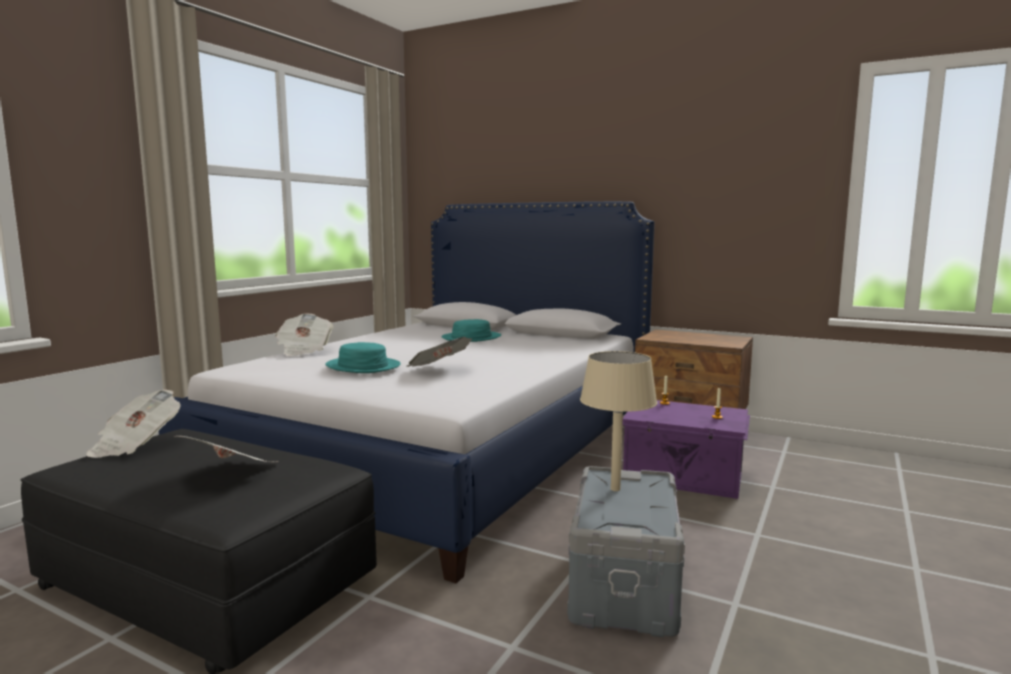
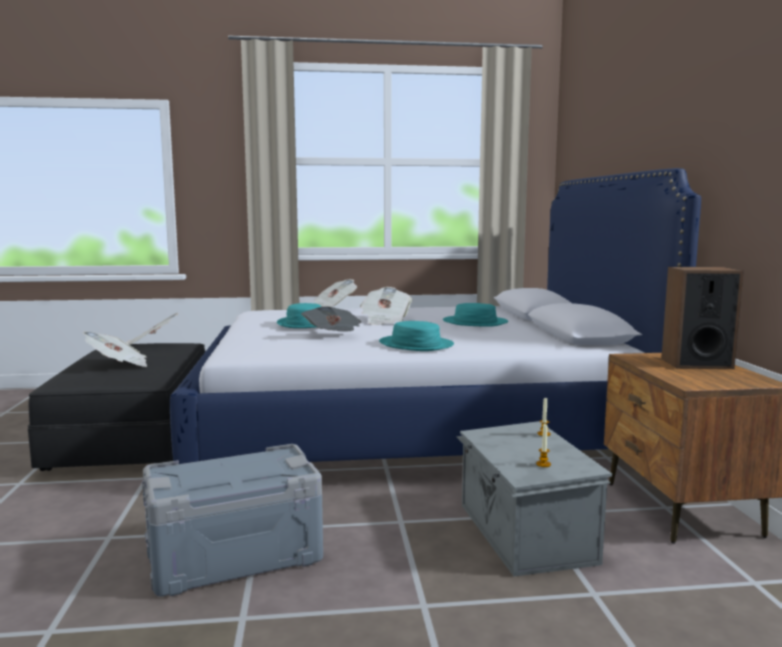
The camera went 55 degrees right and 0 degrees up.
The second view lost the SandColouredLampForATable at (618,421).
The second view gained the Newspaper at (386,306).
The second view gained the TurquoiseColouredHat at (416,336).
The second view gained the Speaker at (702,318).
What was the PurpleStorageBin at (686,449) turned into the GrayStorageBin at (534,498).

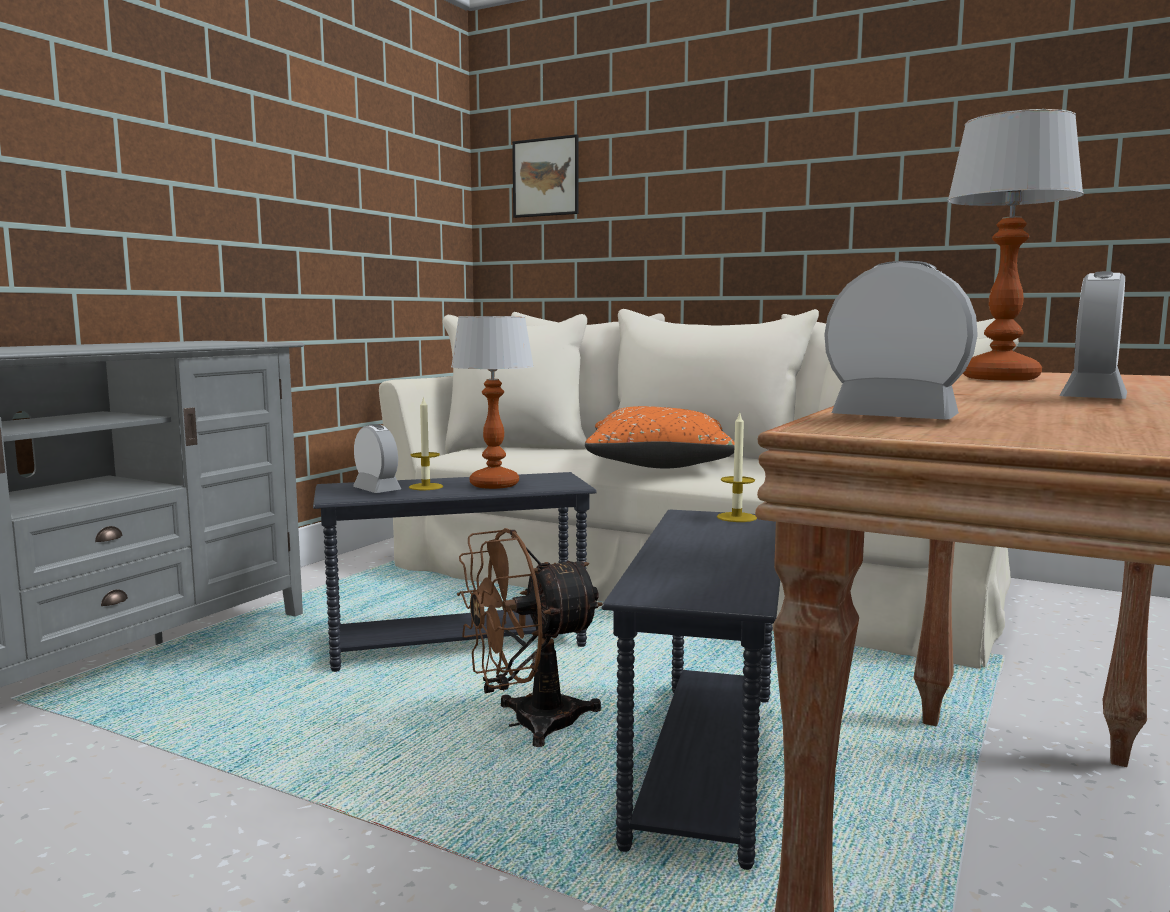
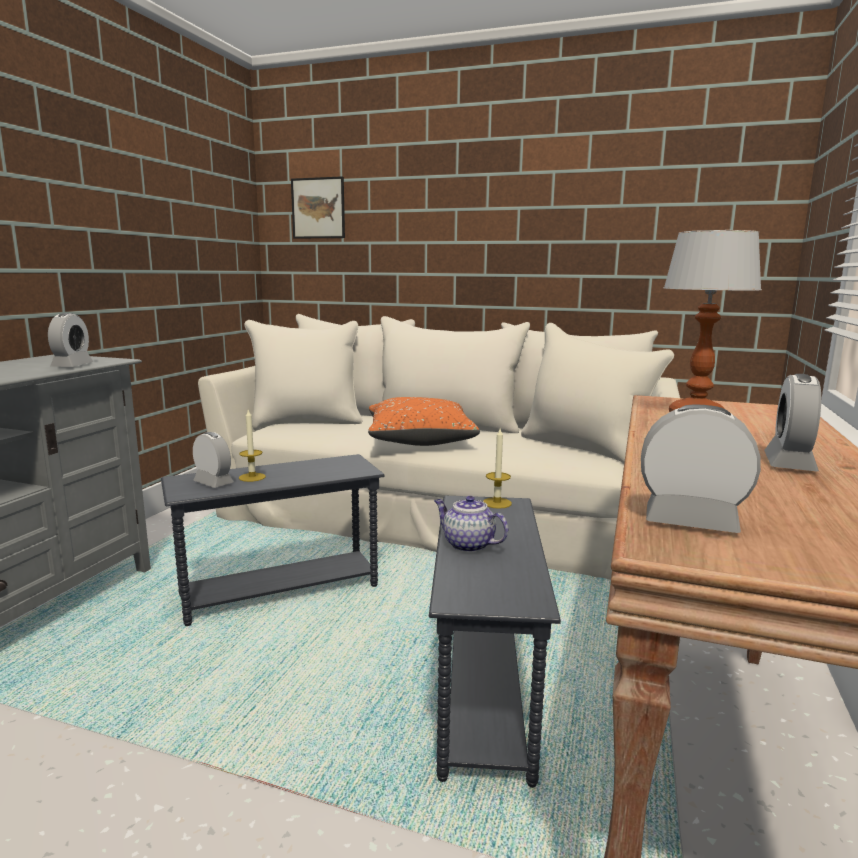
The camera went 10 degrees left and 5 degrees up.
The second view lost the LampForATable at (492,402).
The second view lost the BrownishCoolingFan at (530,637).
The second view gained the AlarmClock at (70,340).
The second view gained the Teapot at (471,524).

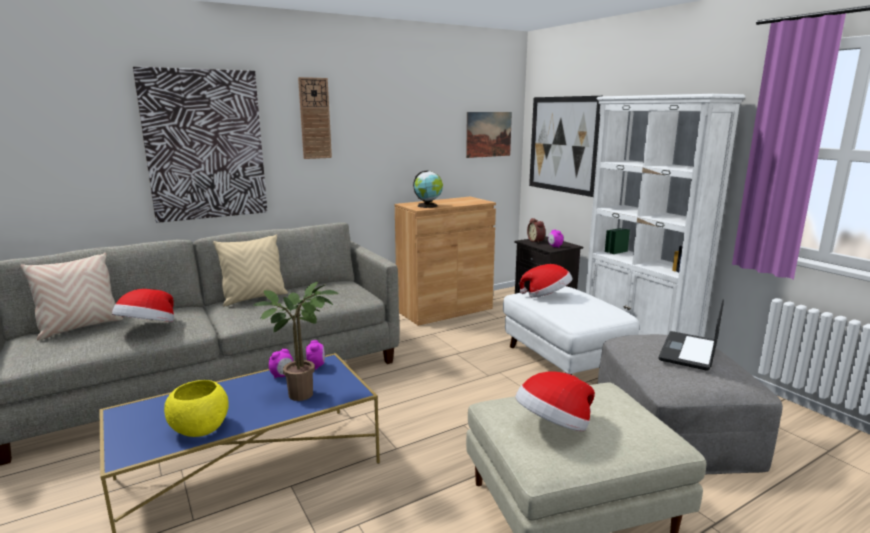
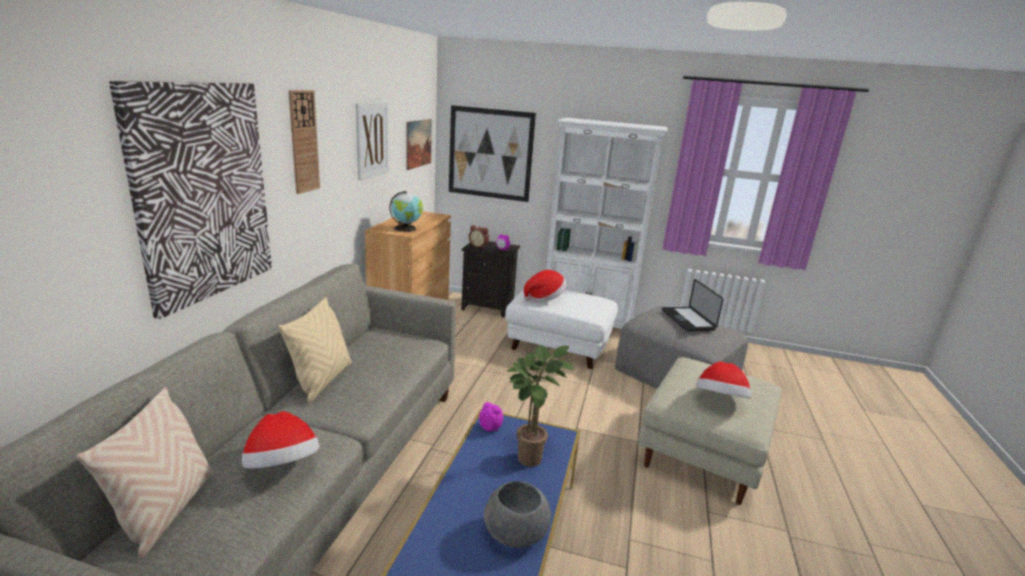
The camera went 45 degrees left and 5 degrees up.
The second view lost the AlarmClock at (281,363).
The second view gained the WallPicture at (372,141).
What was the YellowServingBowl at (196,408) turned into the GrayServingBowl at (517,514).

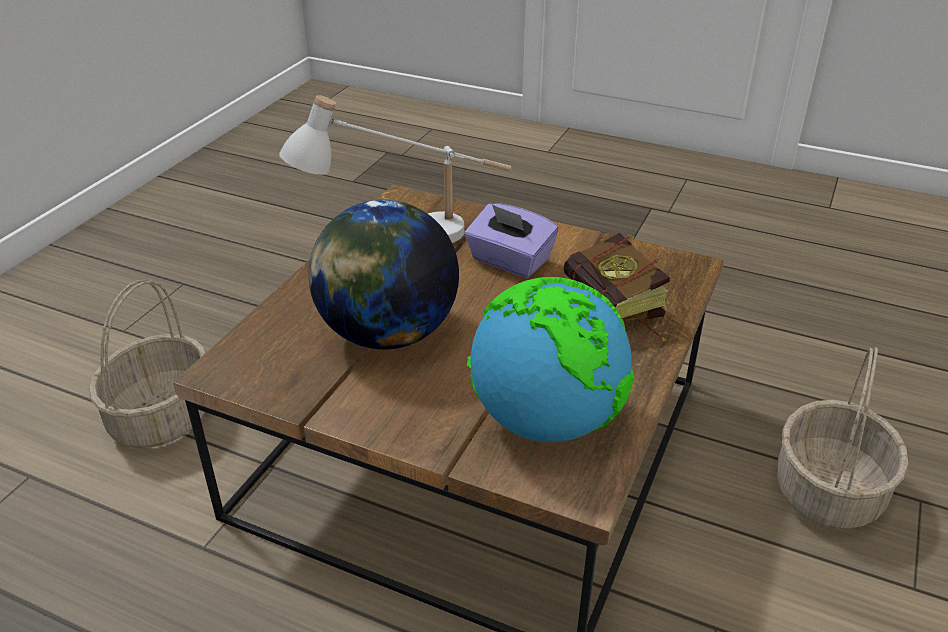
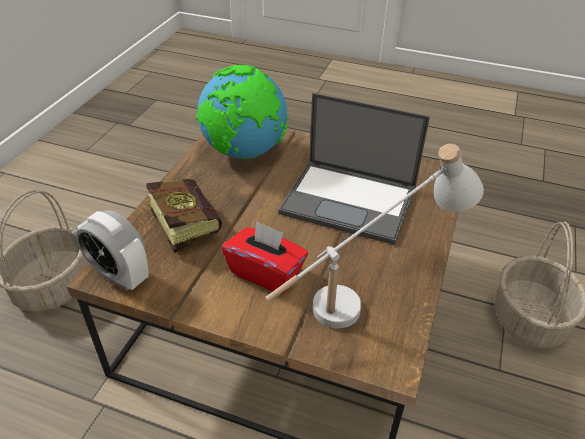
The camera went 175 degrees right and 5 degrees up.
The second view gained the AlarmClock at (112,250).
Where the Globe stood at (383,275), the PortableComputer came to stand at (354,169).
What was the PurpleBoxOfTissues at (511,241) turned into the RedColouredBoxOfTissues at (265,257).

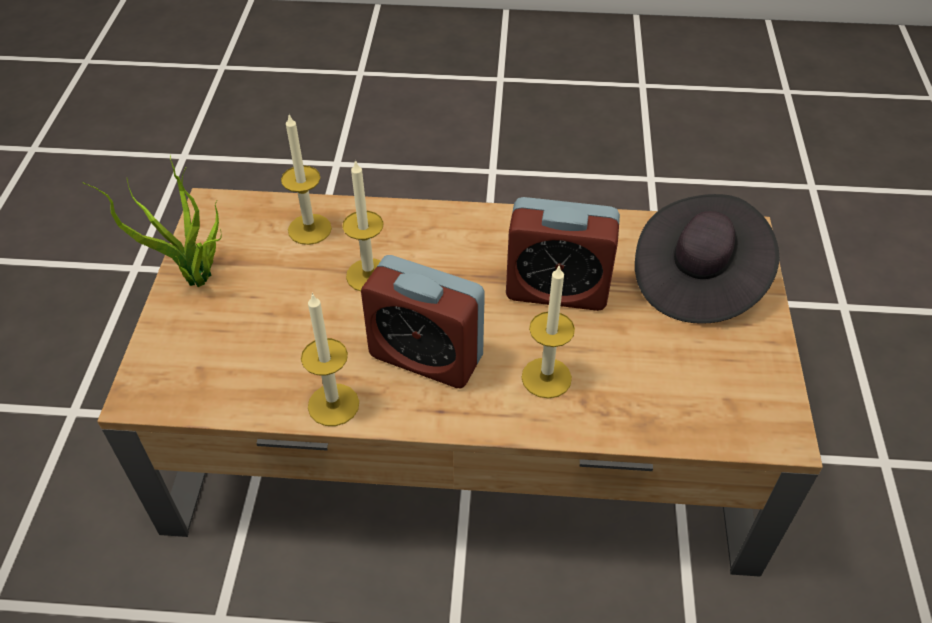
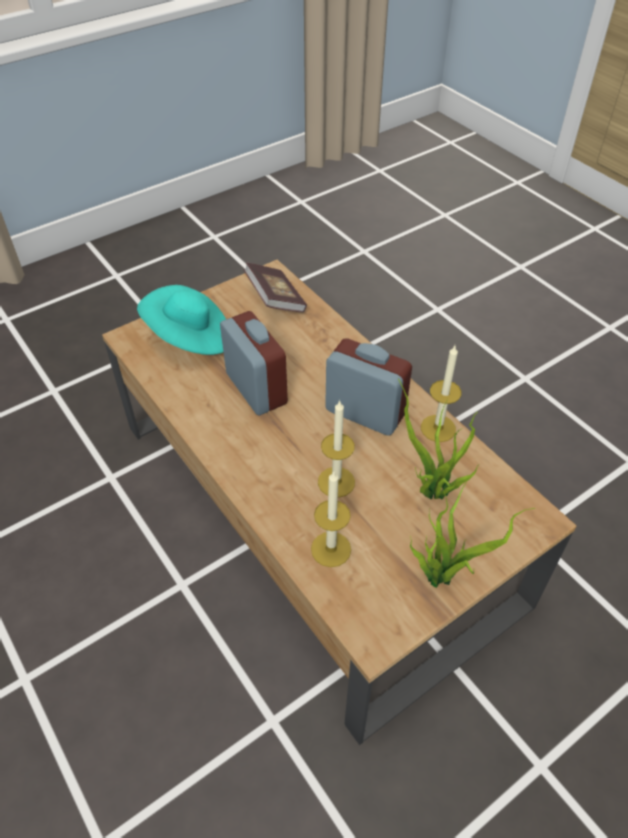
The camera went 130 degrees left and 0 degrees up.
The second view lost the WaxCandle at (548,332).
The second view gained the BoundBook at (275,288).
The second view gained the PlantInAPot at (439,439).
What was the BlackishHat at (707,259) turned into the TurquoiseColouredHat at (181,320).
The AlarmClock at (423,322) ended up facing another way, 45 degrees counterclockwise from before.

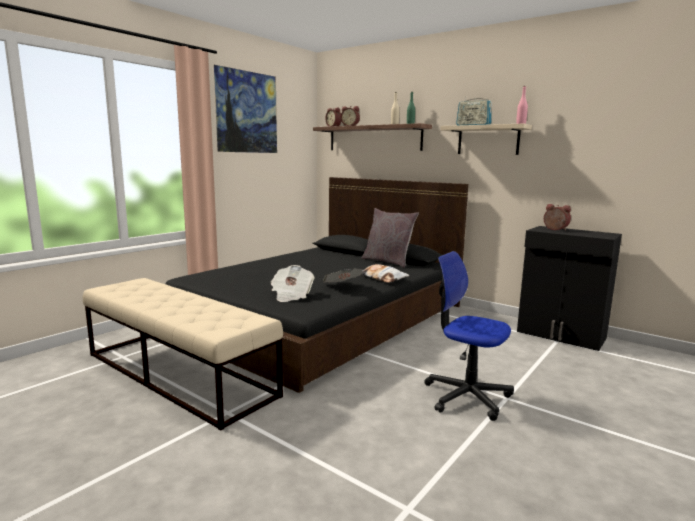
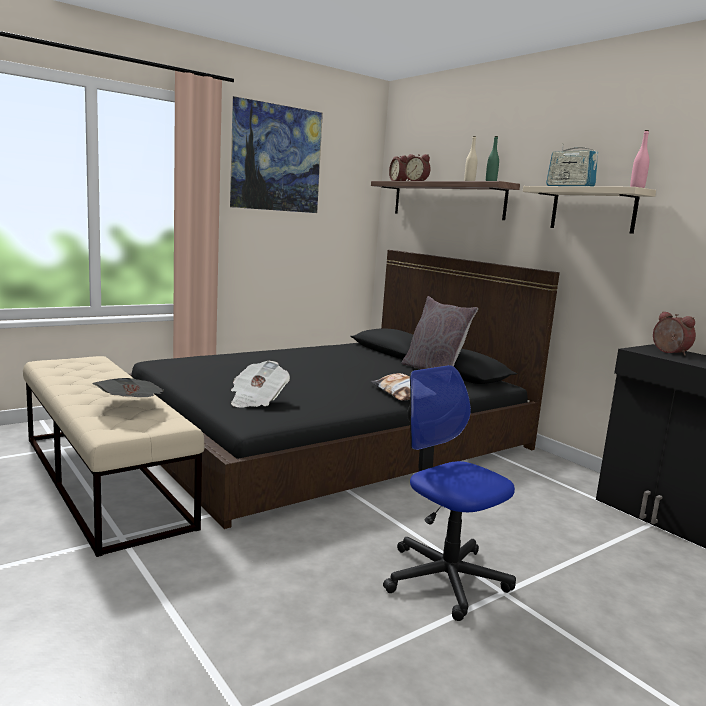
The camera went 15 degrees right and 0 degrees up.
The Newspaper ended up elsewhere, having gone from (343,275) to (128,387).

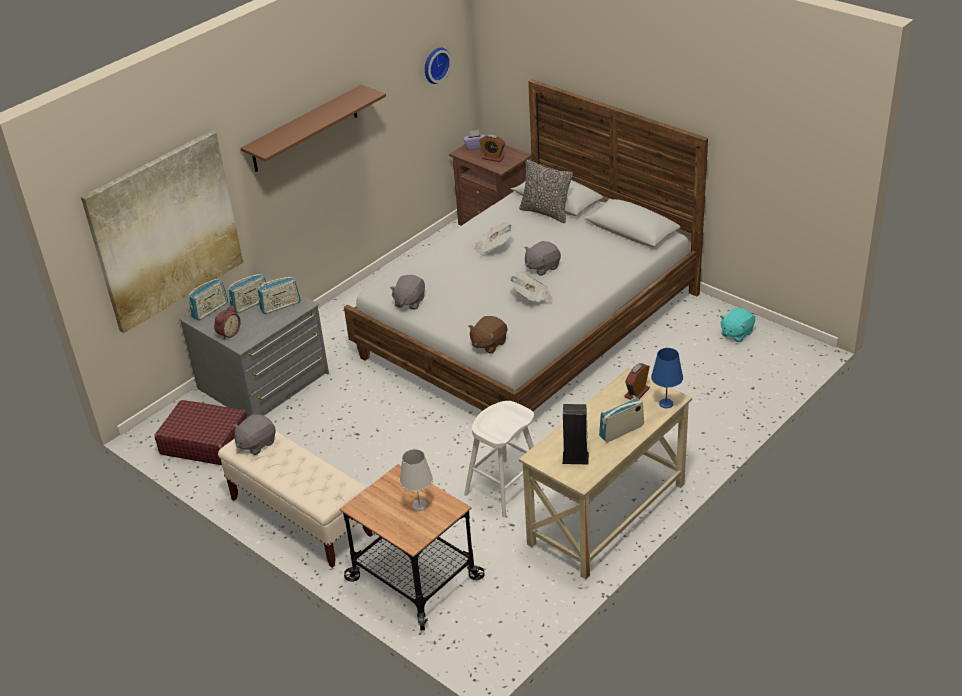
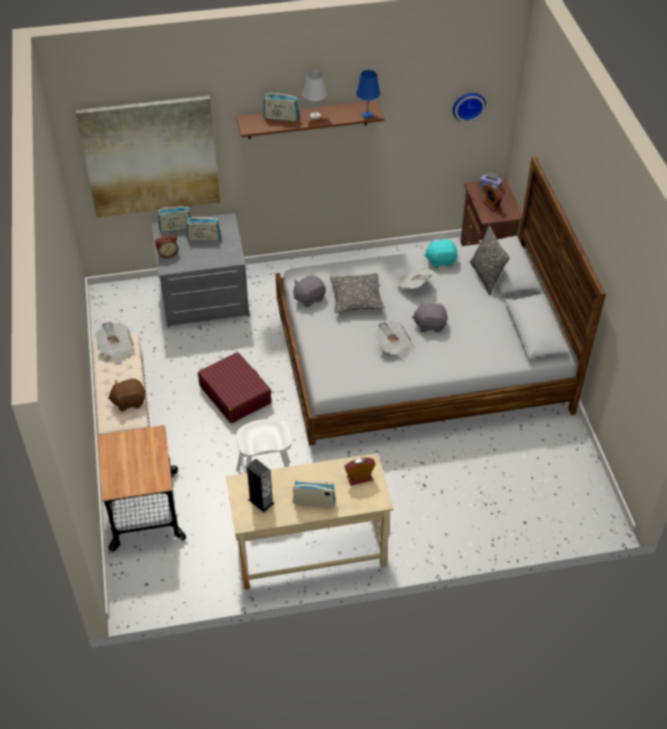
The camera went 35 degrees right and 10 degrees up.
The second view gained the Pillow at (357,293).
The RedColouredTravelCase ended up elsewhere, having gone from (200,432) to (234,387).
The Radio ended up elsewhere, having gone from (279,295) to (281,107).
The WhiteColouredLampForATable ended up elsewhere, having gone from (416,480) to (315,95).
The BrownishPlushToy ended up elsewhere, having gone from (487,335) to (127,395).
The BluishLampForATable ended up elsewhere, having gone from (667,378) to (368,94).
The TurquoiseColouredPlushToy ended up elsewhere, having gone from (737,325) to (441,253).
Where the GrayPlushToy stood at (254,434), the Newspaper came to stand at (115,342).

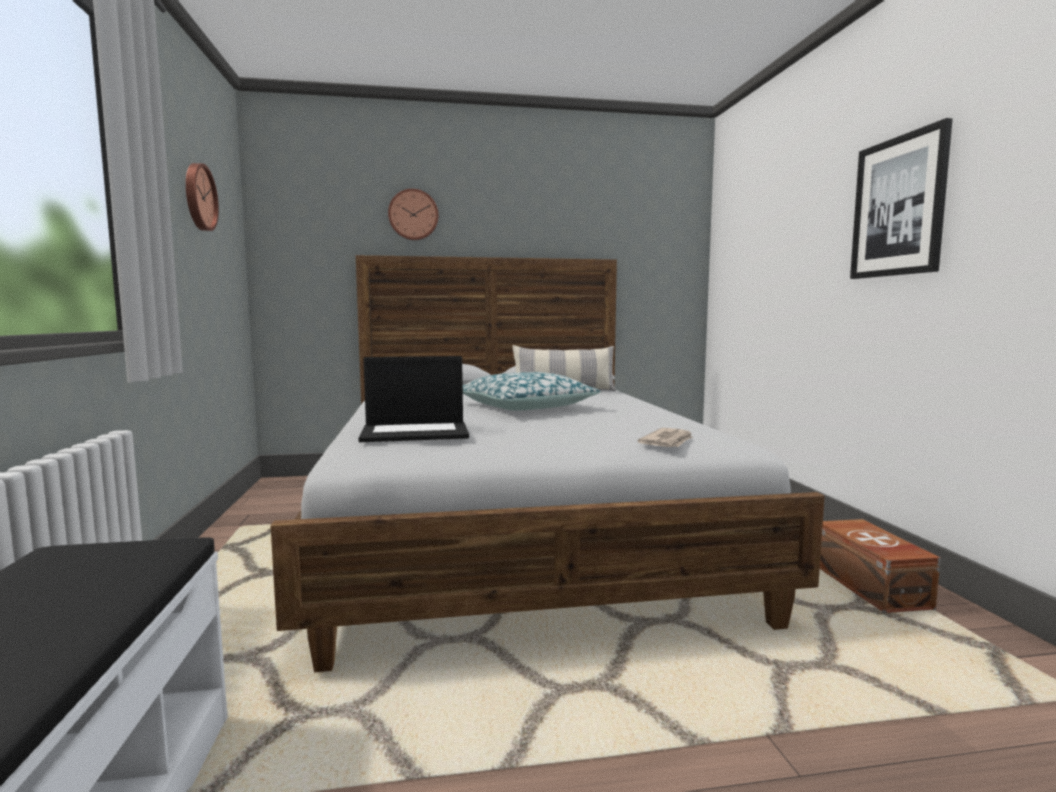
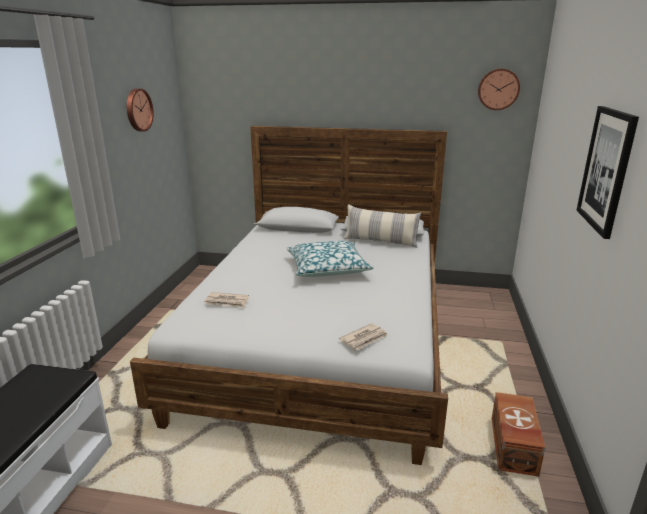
The camera went 20 degrees right and 15 degrees up.
The WallClock ended up elsewhere, having gone from (413,214) to (499,89).
Where the PortableComputer stood at (413,399), the Newspaper came to stand at (226,300).

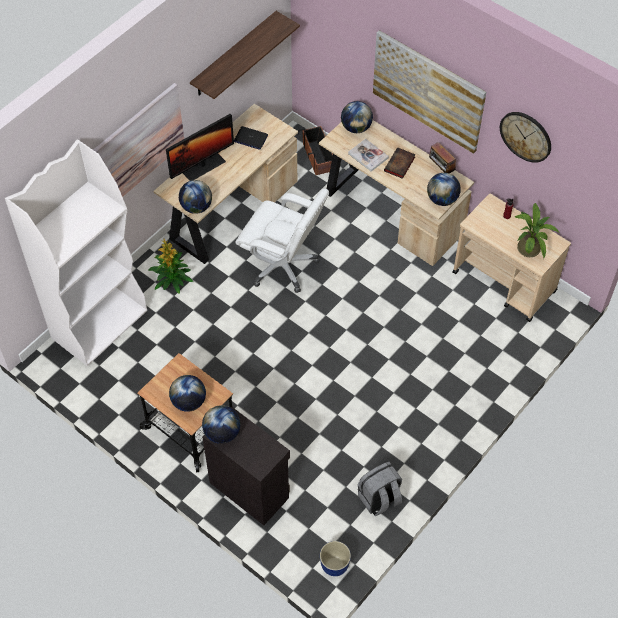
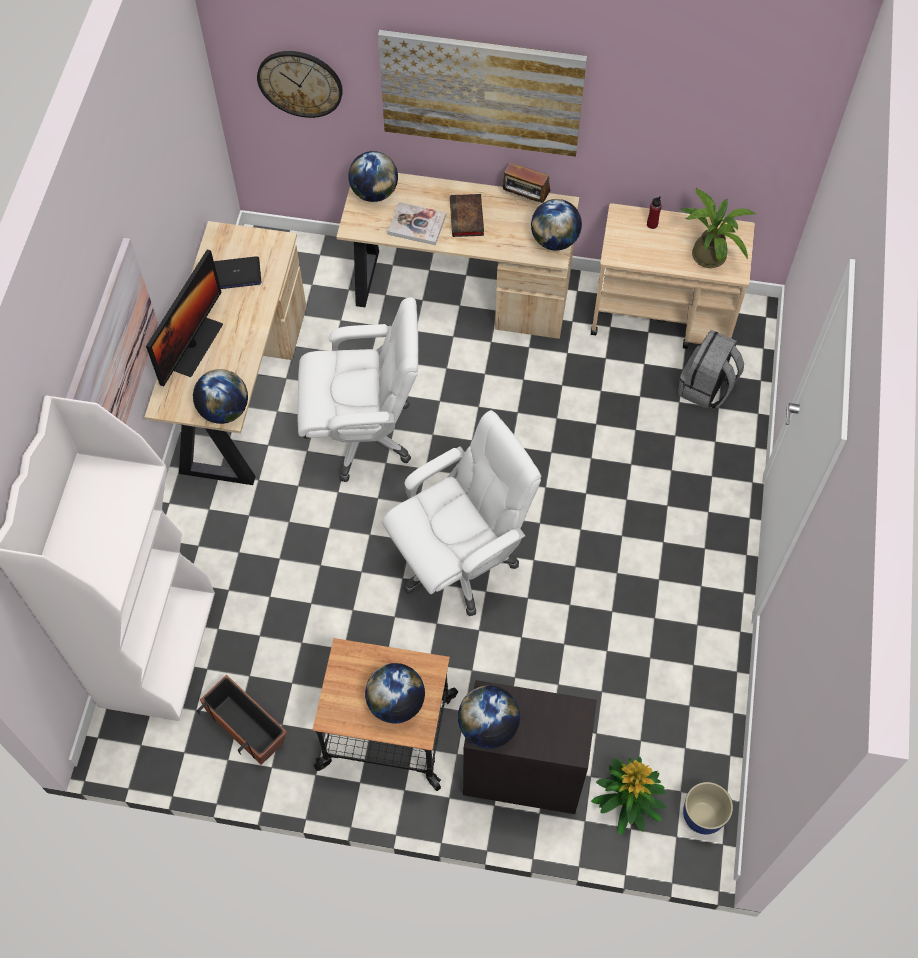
The camera went 30 degrees left and 5 degrees up.
The second view lost the WallShelf at (245,55).
The second view gained the WhiteColouredComputerChair at (461,513).
The PlantInAPot ended up elsewhere, having gone from (171,266) to (628,796).
The Planter ended up elsewhere, having gone from (315,150) to (242,720).
The GrayKnapsack ended up elsewhere, having gone from (380,489) to (711,369).
The WallClock ended up elsewhere, having gone from (525,137) to (300,84).

